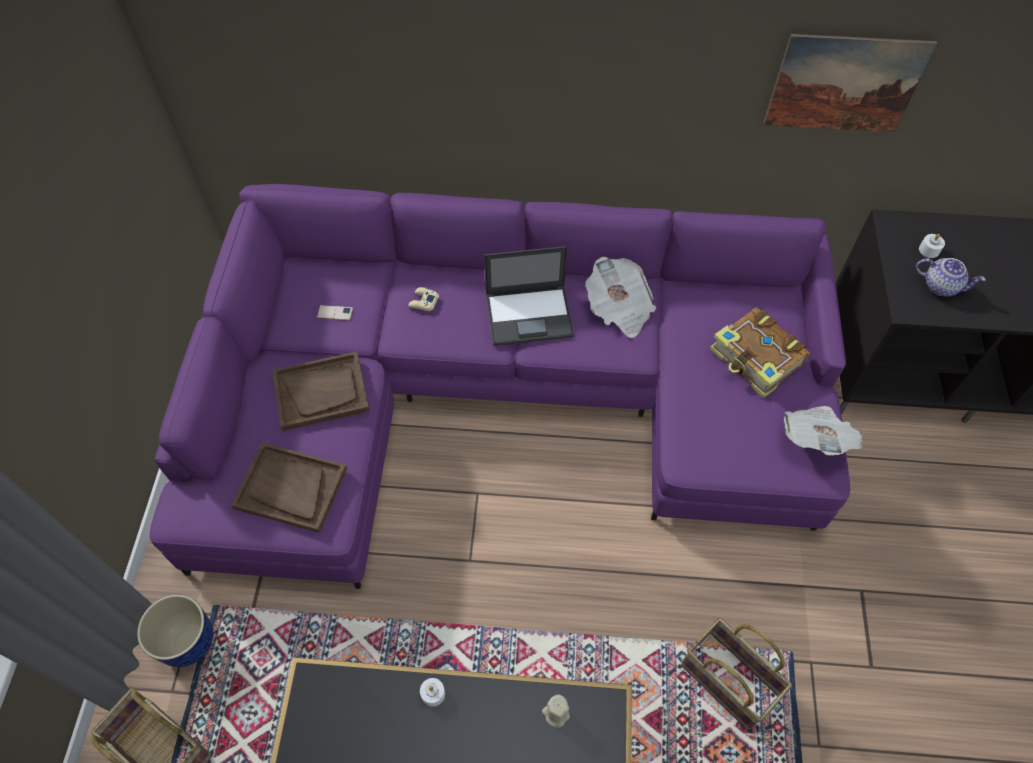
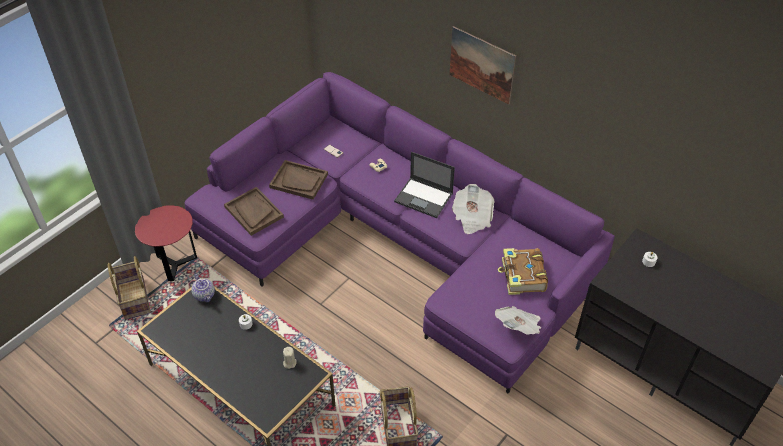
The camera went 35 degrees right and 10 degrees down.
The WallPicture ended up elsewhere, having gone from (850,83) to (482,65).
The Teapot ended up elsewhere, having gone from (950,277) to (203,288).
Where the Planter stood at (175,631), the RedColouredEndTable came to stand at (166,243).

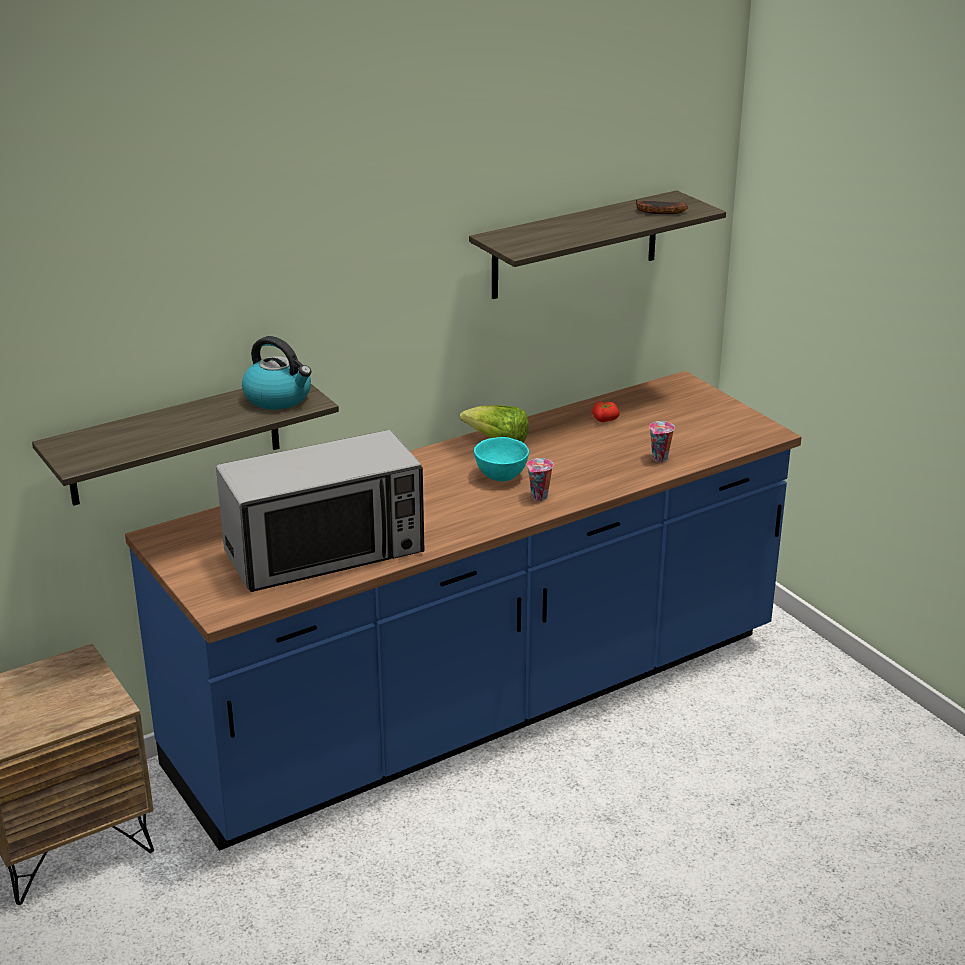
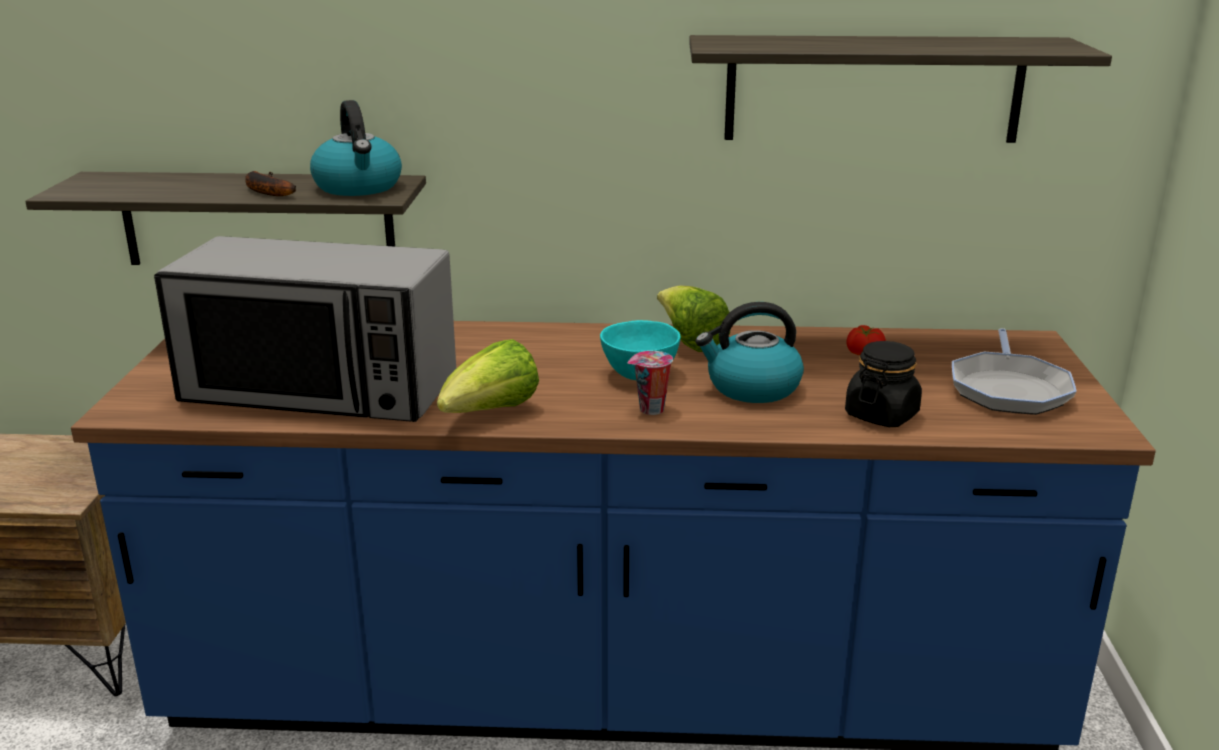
The camera went 35 degrees right and 5 degrees down.
The second view gained the HeadOfLettuce at (488,376).
The second view gained the WaterKettle at (749,352).
The second view gained the Pan at (1014,371).
The Banana ended up elsewhere, having gone from (662,207) to (270,183).
Where the DrinkingCup stood at (662,441), the BlackishStorageJar came to stand at (883,384).

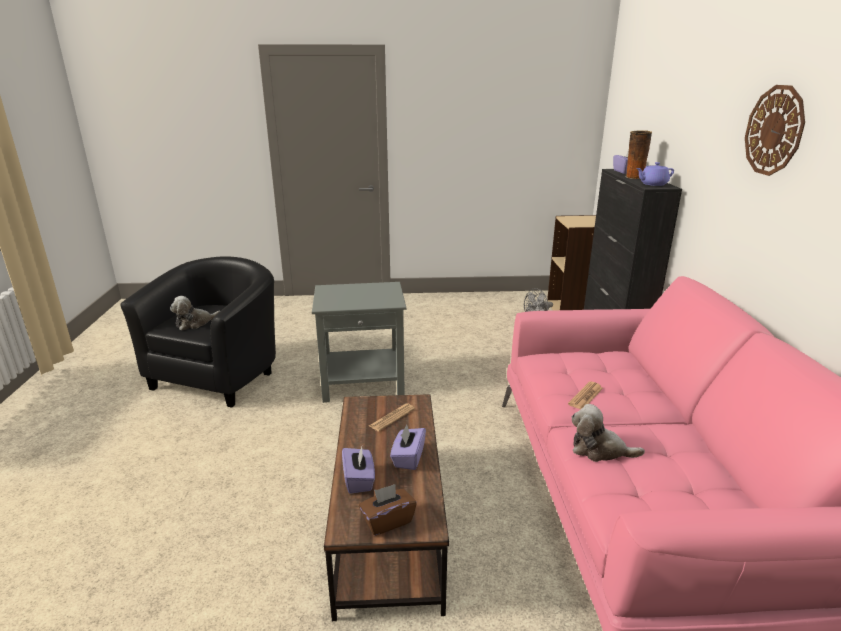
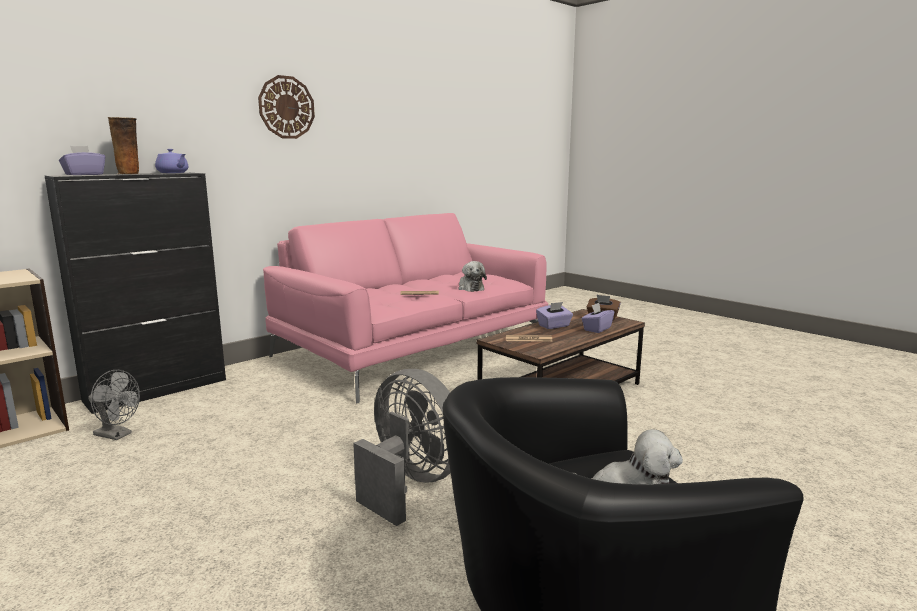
The camera went 130 degrees left and 10 degrees down.
Where the GrayEndTable stood at (359,342), the GrayCoolingFan came to stand at (402,447).

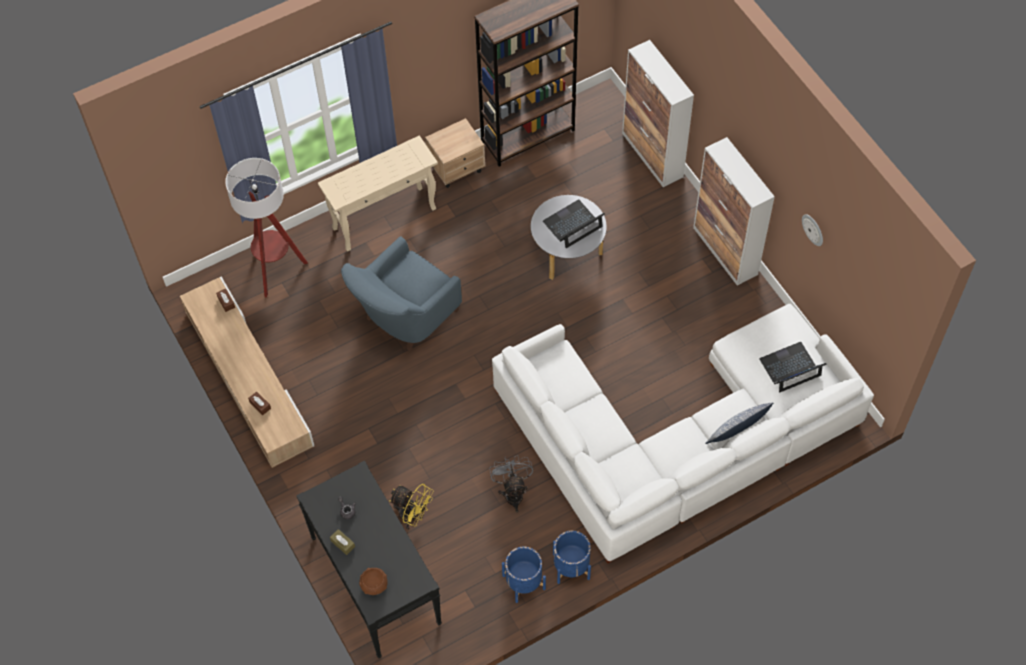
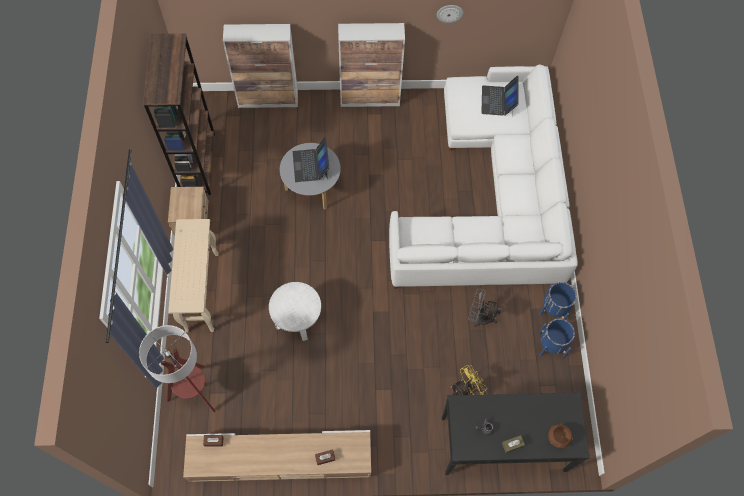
The camera went 65 degrees left and 5 degrees up.
The second view lost the Pillow at (739,423).
Where the BluishLoungeChair stood at (401,293), the WhiteColouredEndTable came to stand at (295,311).

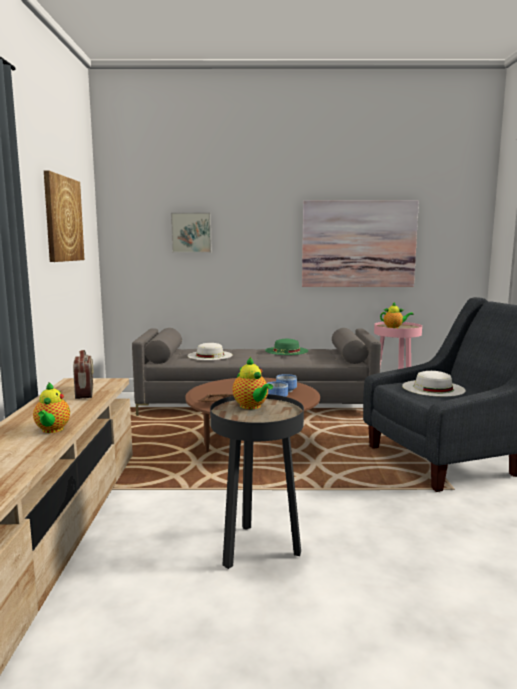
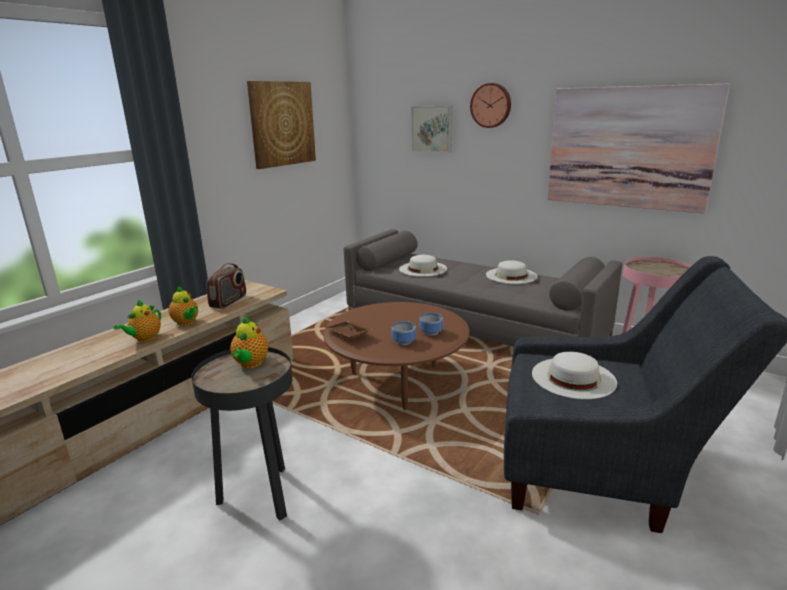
The camera went 35 degrees right and 10 degrees up.
The second view gained the WallClock at (490,105).
The Teapot ended up elsewhere, having gone from (397,315) to (183,306).
What was the GreenHat at (286,347) turned into the WhiteColouredHat at (512,272).

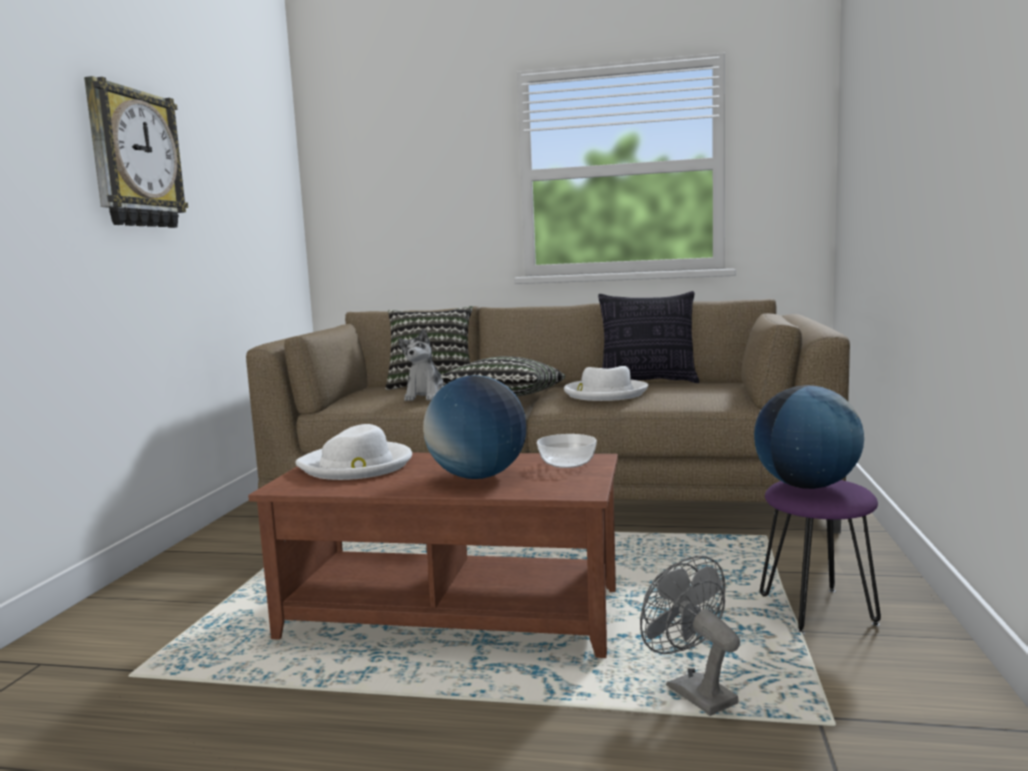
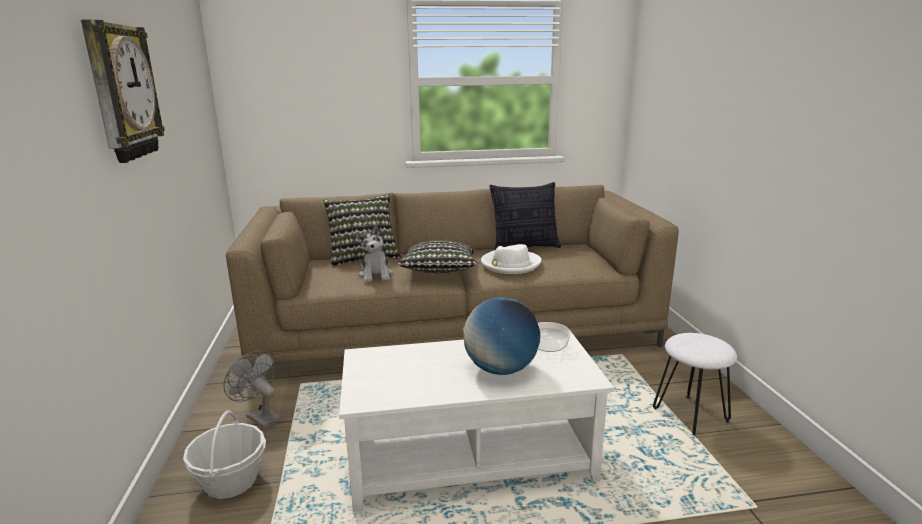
The camera went 20 degrees left and 10 degrees up.
The second view lost the WhiteColouredHat at (353,452).
The second view lost the Globe at (809,437).
The second view gained the HouseholdBasket at (224,454).
The GrayCoolingFan ended up elsewhere, having gone from (690,636) to (252,389).
What was the BrownishLowTable at (433,555) turned into the WhiteColouredLowTable at (476,422).
What was the PurpleStoolSeat at (820,557) turned into the WhiteColouredStoolSeat at (695,385).

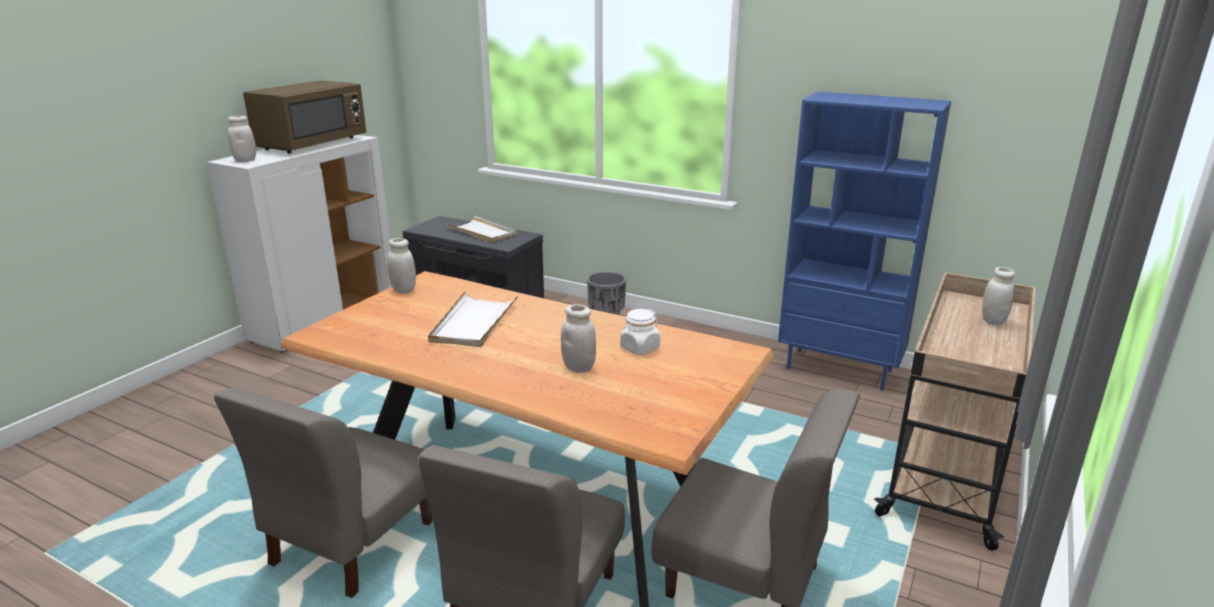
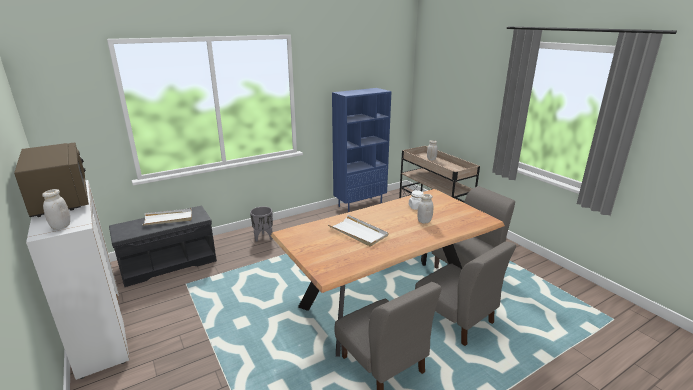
The camera went 60 degrees left and 0 degrees up.
The second view lost the WhiteColouredStorageJar at (401,266).

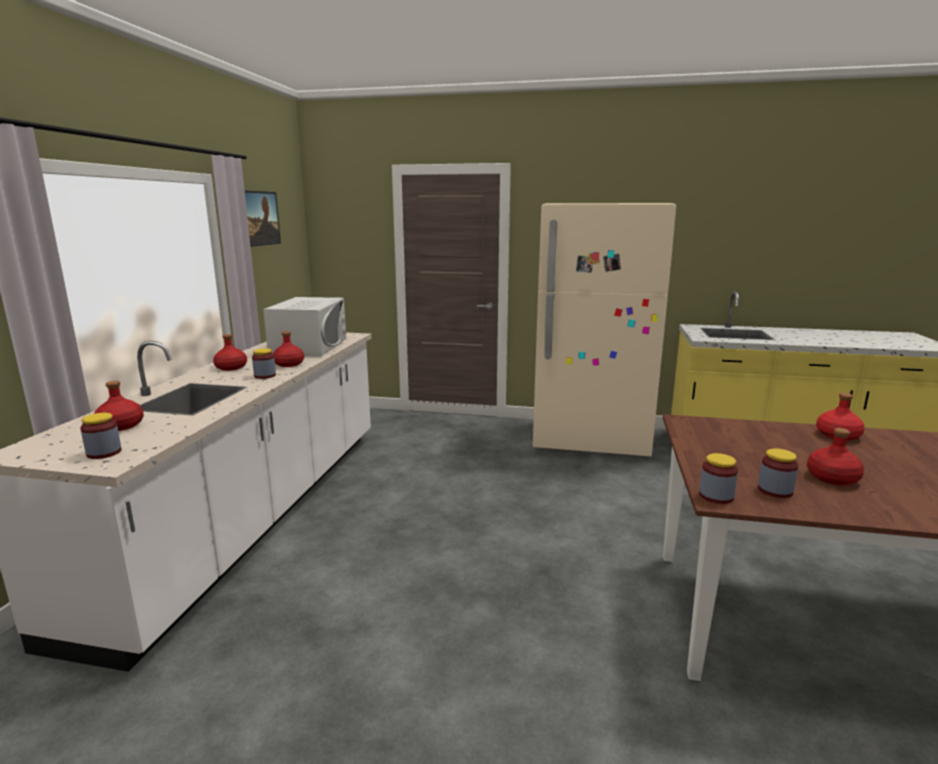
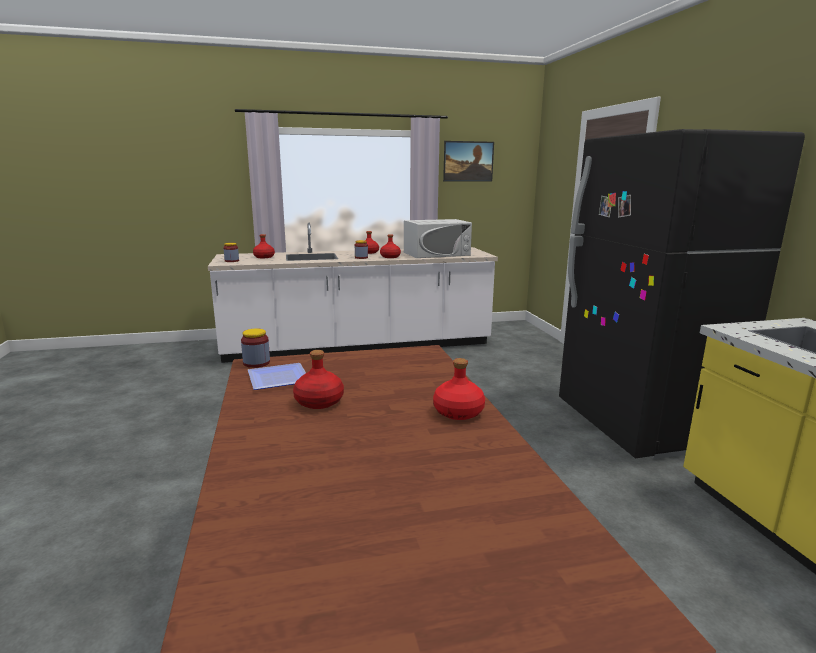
The camera went 65 degrees right and 0 degrees up.
Where the StorageJar stood at (778,473), the DinnerPlate came to stand at (277,376).
What was the SandColouredFridge at (604,329) turned into the BlackishFridge at (682,294).

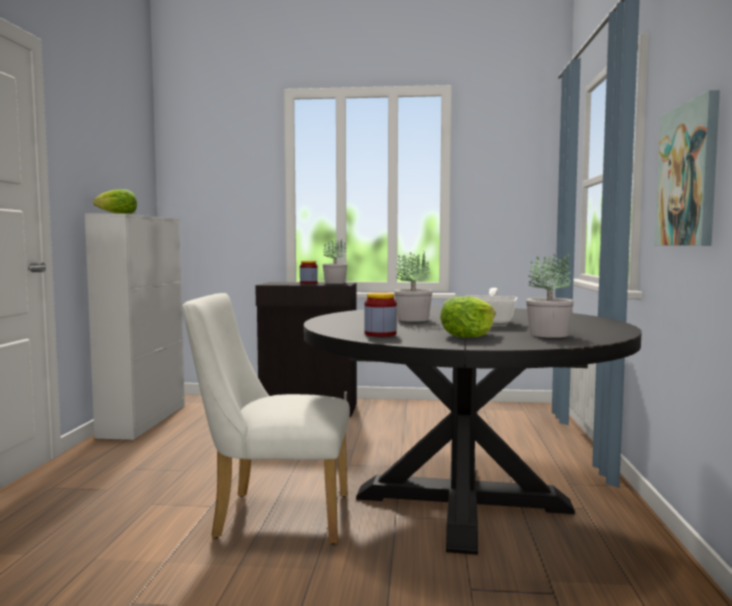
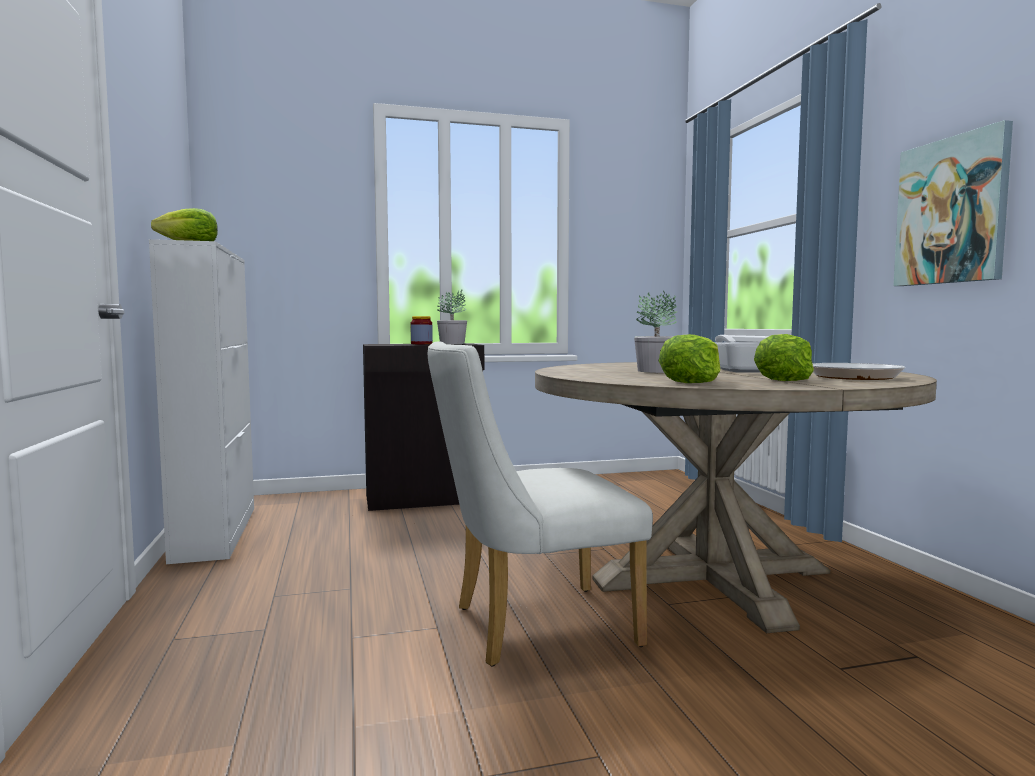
The camera went 20 degrees left and 0 degrees up.
Where the StorageJar stood at (380,314), the HeadOfLettuce came to stand at (689,358).
Where the PlantInAPot stood at (550,295), the Pan came to stand at (858,371).
What was the BlackishDiningTable at (473,430) turned into the SandColouredDiningTable at (736,497).

